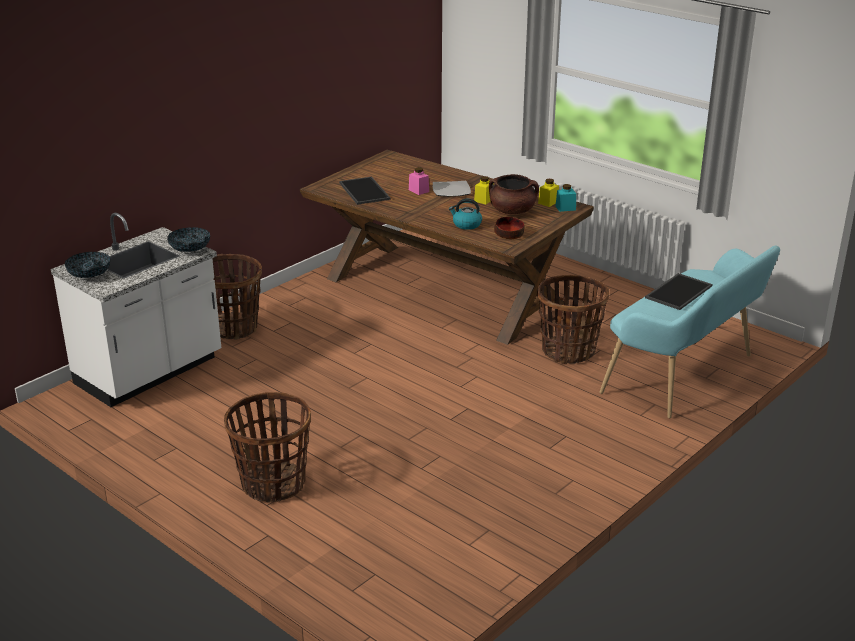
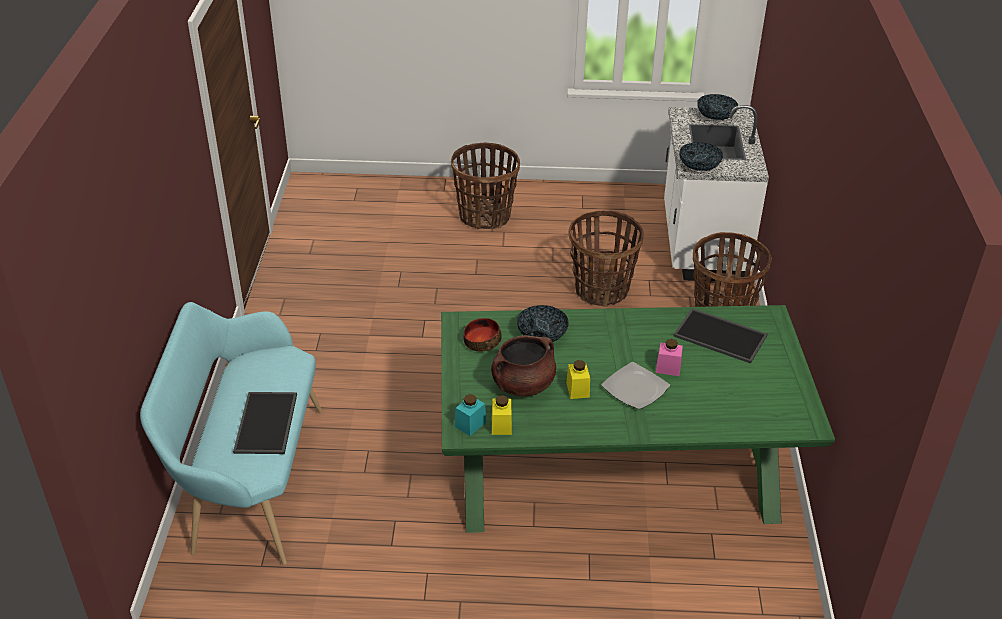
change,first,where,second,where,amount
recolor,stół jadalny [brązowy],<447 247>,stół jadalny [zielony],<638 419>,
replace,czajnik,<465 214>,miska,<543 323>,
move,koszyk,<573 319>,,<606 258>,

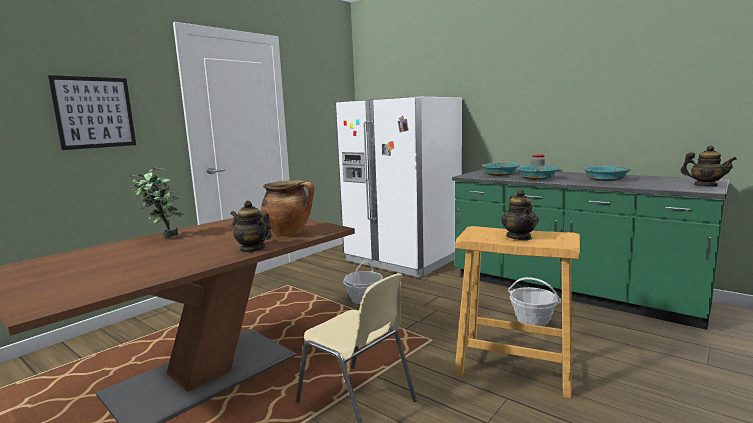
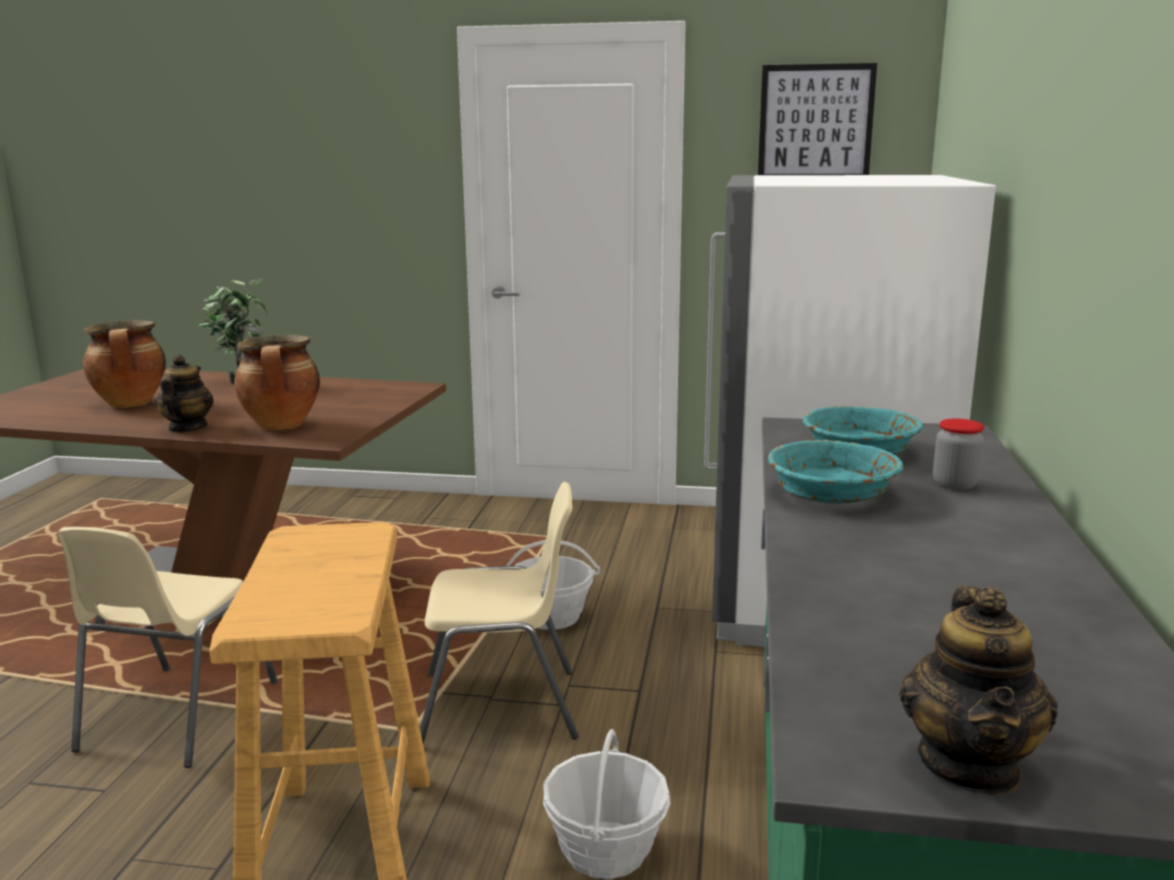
change,first,where,second,where,amount
insert,,,garnek,<124 364>,
insert,,,krzesło [beżowy],<499 613>,
move,obraz,<92 112>,,<817 119>,
delete,imbryk,<520 214>,,,
delete,miska [turkusowy],<607 173>,,,

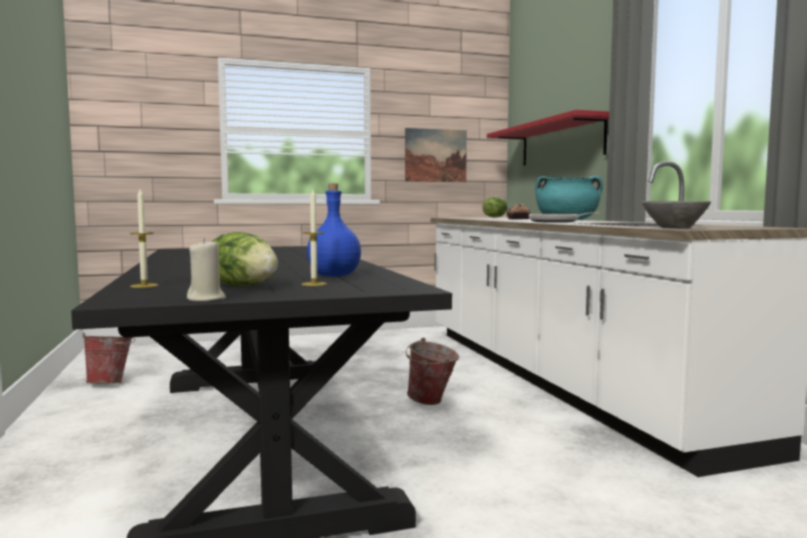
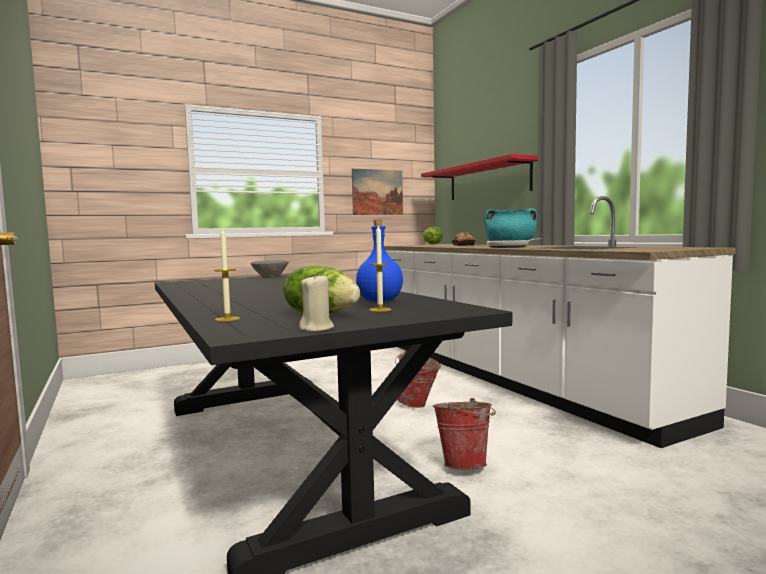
change,first,where,second,where,amount
move,miska [szary],<676 215>,,<270 269>,
move,wiadro,<109 358>,,<464 434>,

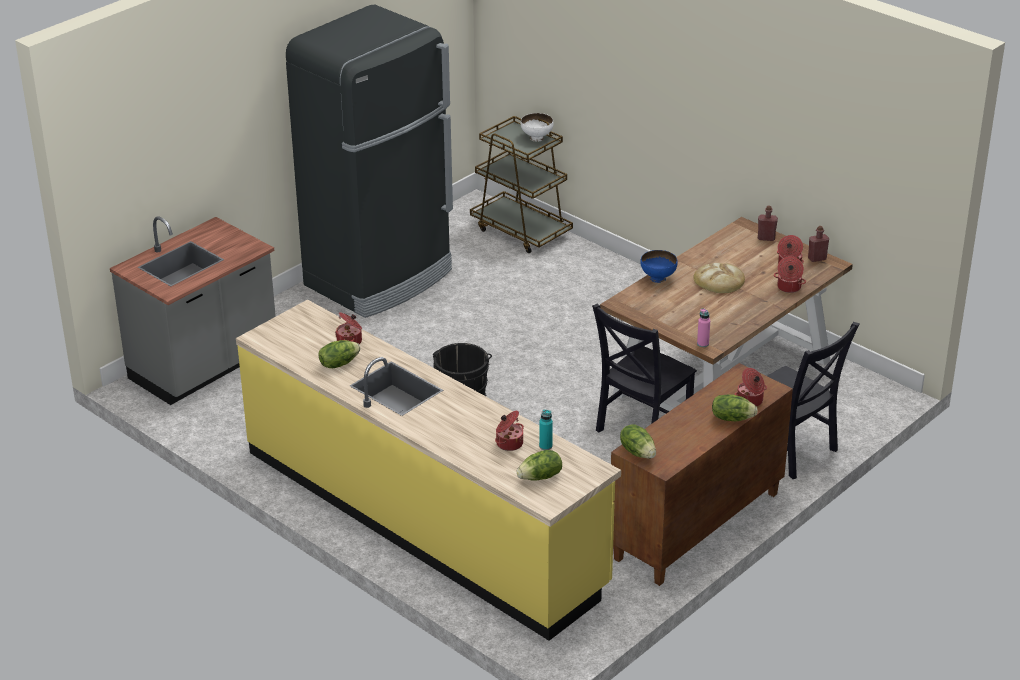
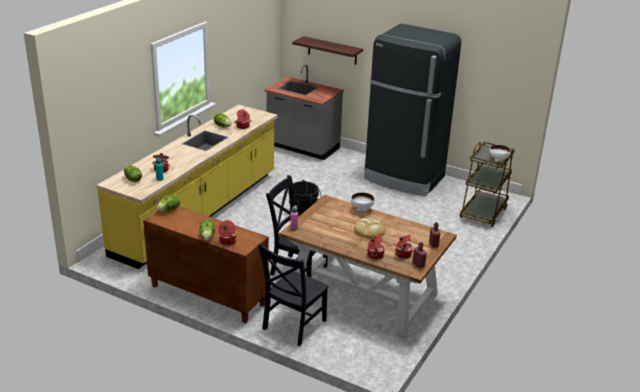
change,first,where,second,where,amount
insert,,,półka,<327 50>,
recolor,miska [niebieski],<659 266>,miska [biały],<363 202>,

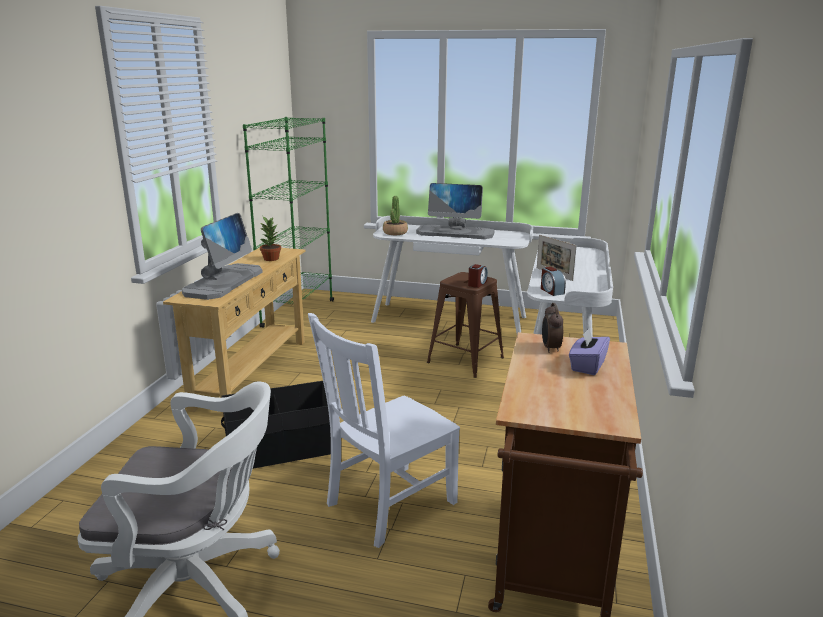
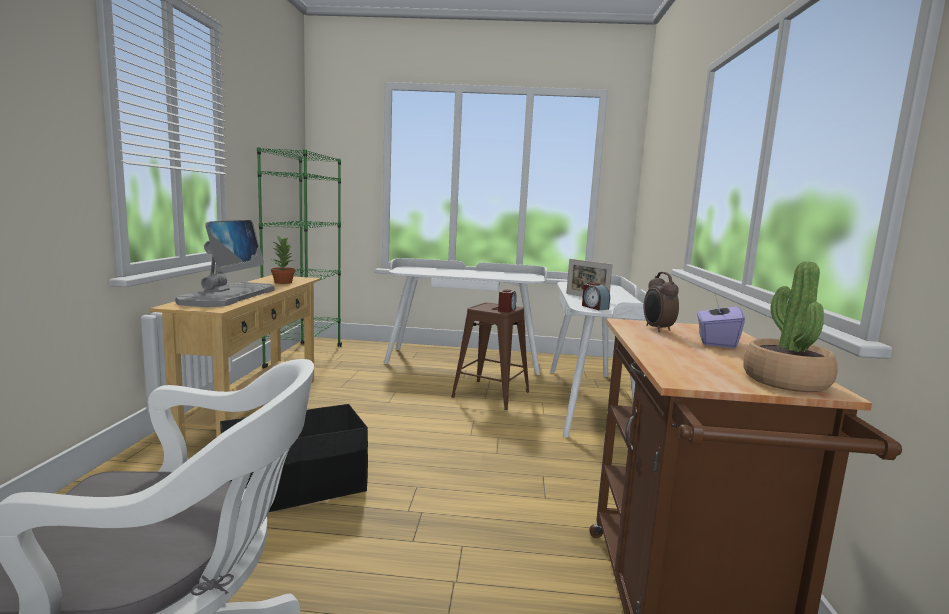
change,first,where,second,where,amount
move,roślina doniczkowa,<395 215>,,<791 326>,
delete,krzesło [biały],<384 430>,,,
delete,monitor,<455 211>,,,

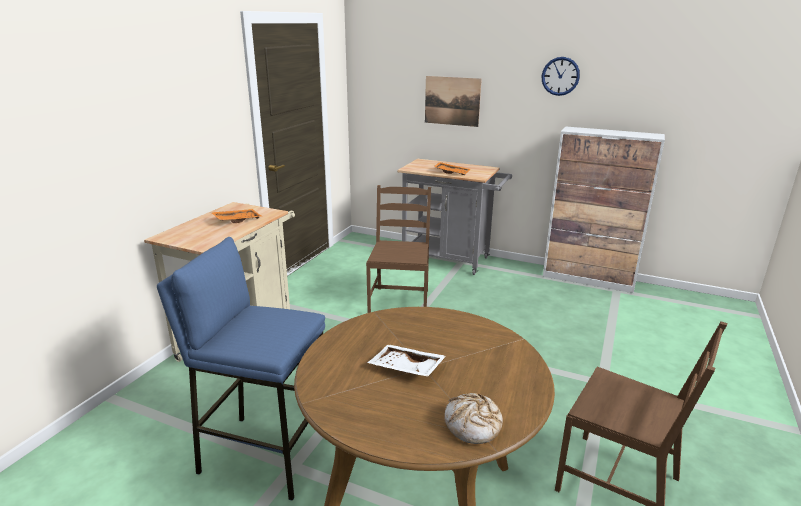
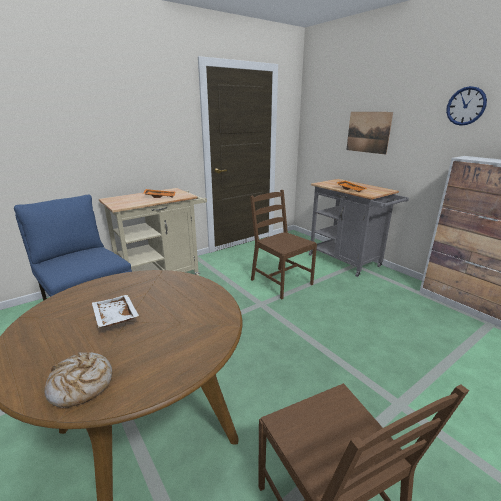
change,first,where,second,where,amount
rotate,krzesło [brązowy],<398 249>,,<283 244>,75 degrees counterclockwise

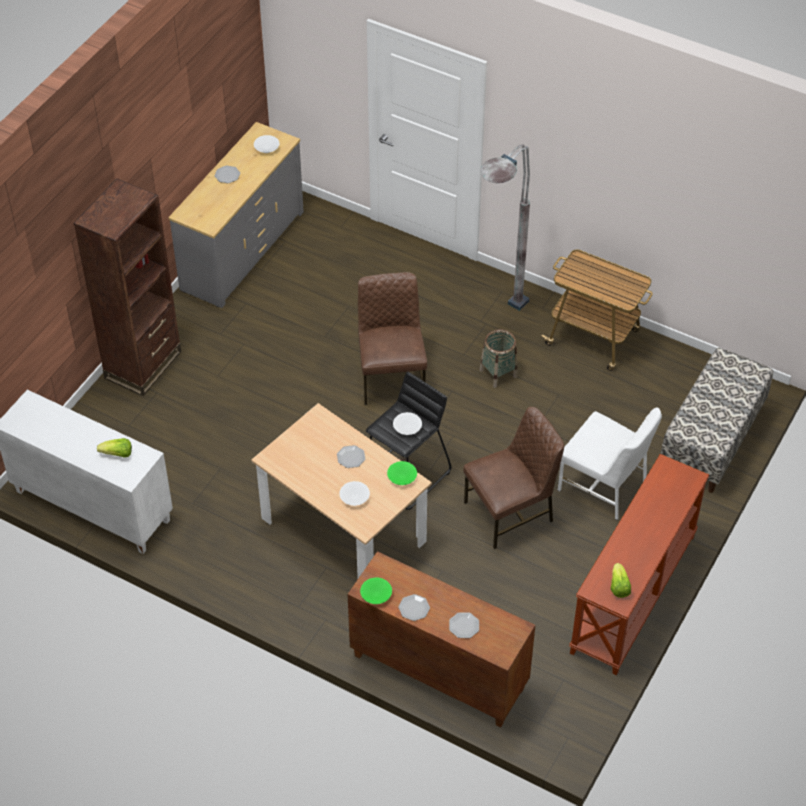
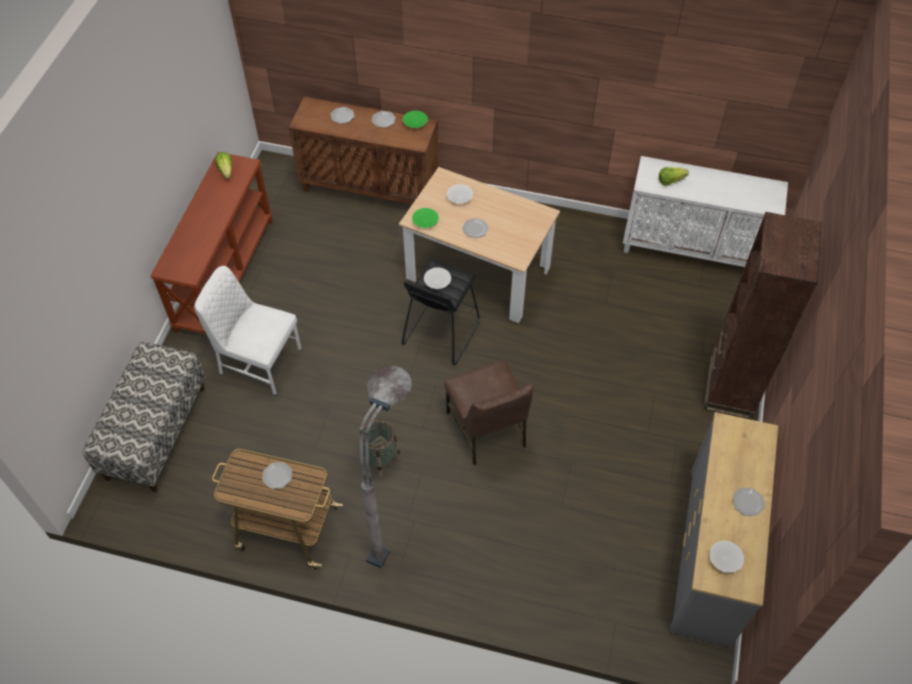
change,first,where,second,where,amount
insert,,,talerz,<277 475>,
delete,krzesło [brązowy],<513 478>,,,

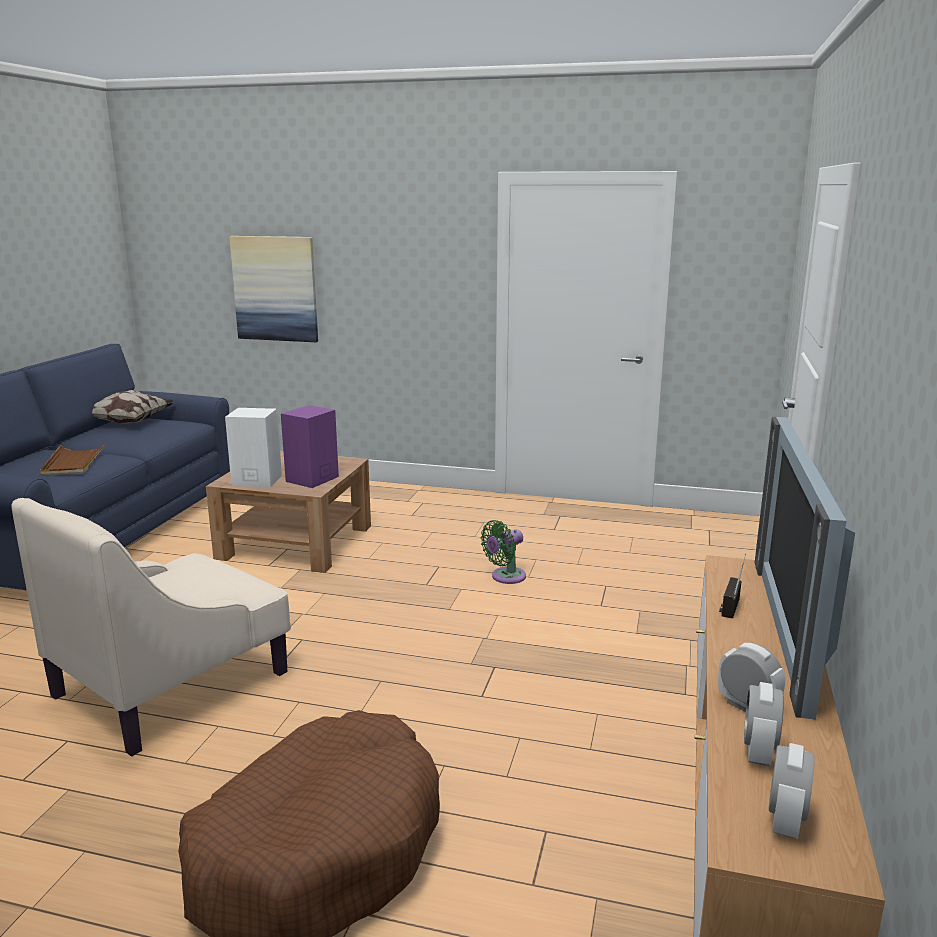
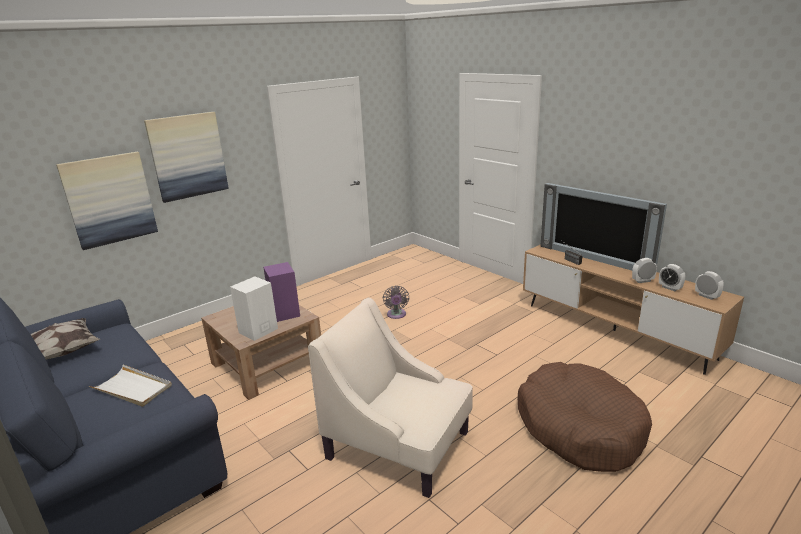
change,first,where,second,where,amount
recolor,taca [brązowy],<73 459>,taca [biały],<130 386>,
insert,,,obraz,<186 157>,
rotate,fotel [beżowy],<151 627>,,<390 398>,135 degrees clockwise
recolor,wentylator [zielony],<503 552>,wentylator [szary],<396 302>,

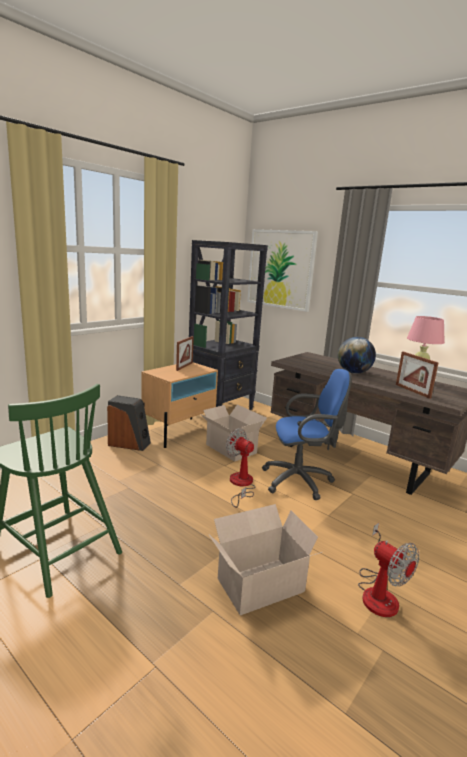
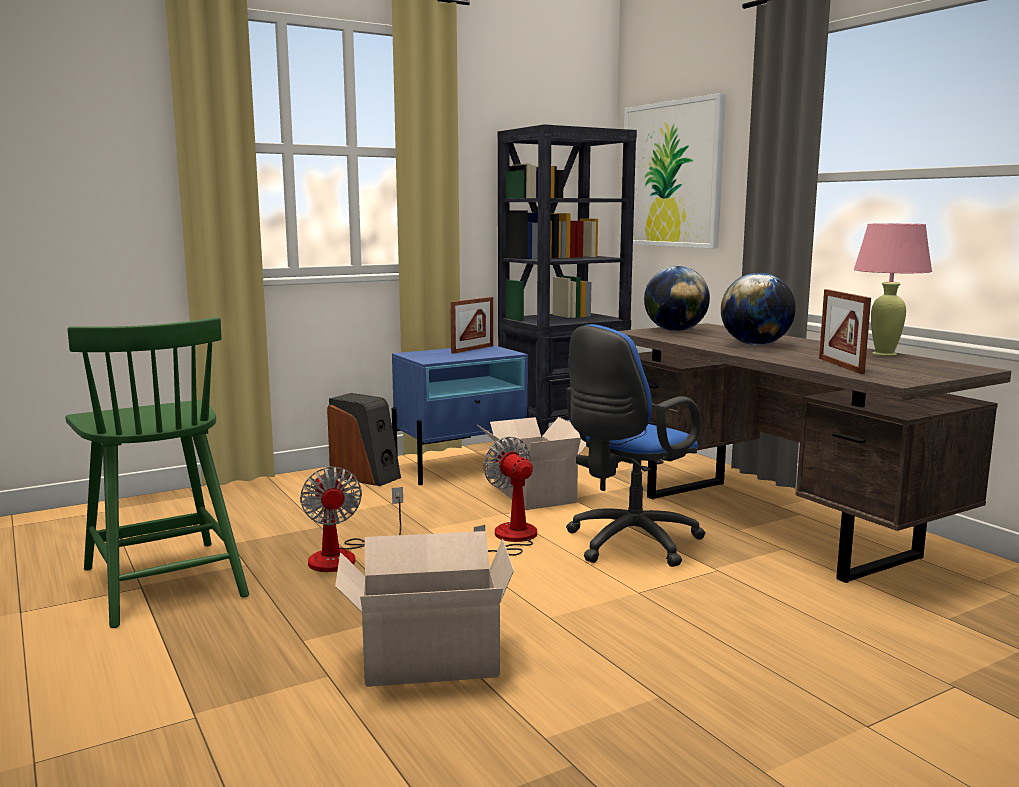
change,first,where,second,where,amount
move,wentylator,<388 570>,,<351 519>,
recolor,szafka nocna [beżowy],<180 405>,szafka nocna [niebieski],<460 415>,
rotate,krzesło biurowe [niebieski],<307 434>,,<636 445>,120 degrees clockwise
insert,,,globus,<677 298>,

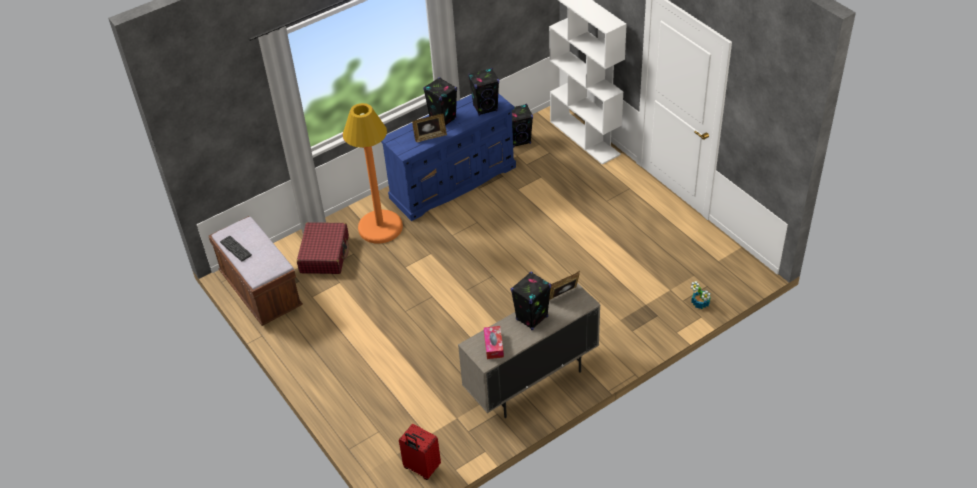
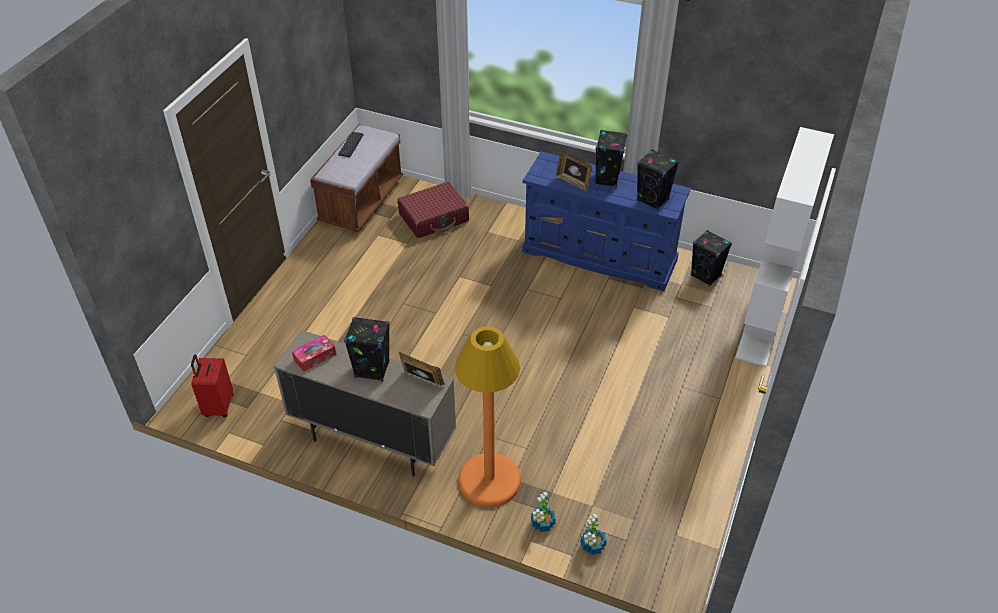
change,first,where,second,where,amount
move,lampa stojąca [pomarańczowy],<373 173>,,<488 417>,
insert,,,roślina doniczkowa,<543 512>,

